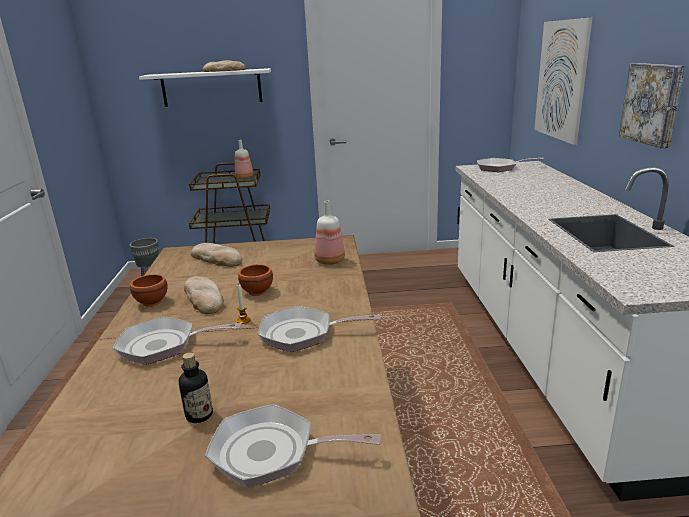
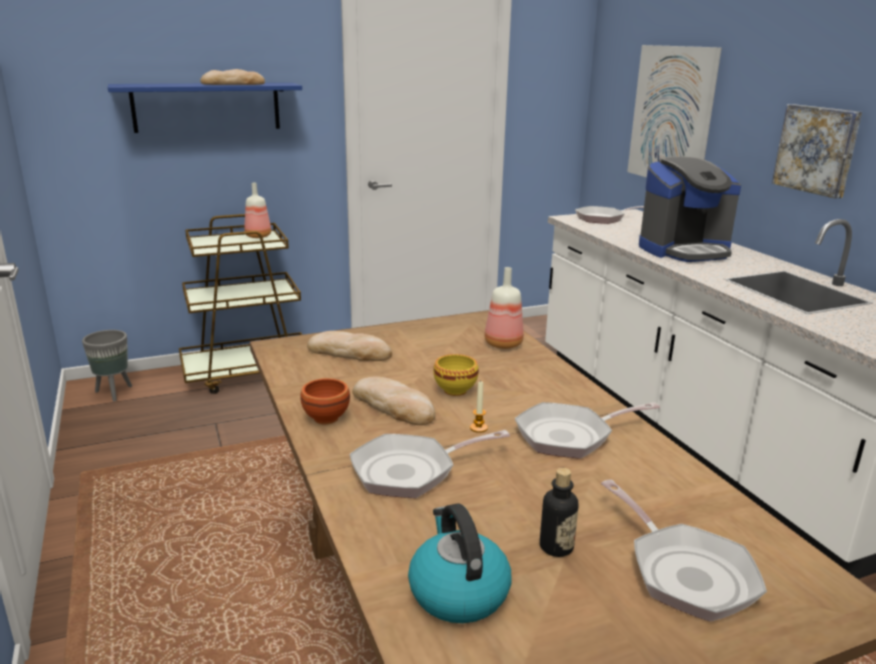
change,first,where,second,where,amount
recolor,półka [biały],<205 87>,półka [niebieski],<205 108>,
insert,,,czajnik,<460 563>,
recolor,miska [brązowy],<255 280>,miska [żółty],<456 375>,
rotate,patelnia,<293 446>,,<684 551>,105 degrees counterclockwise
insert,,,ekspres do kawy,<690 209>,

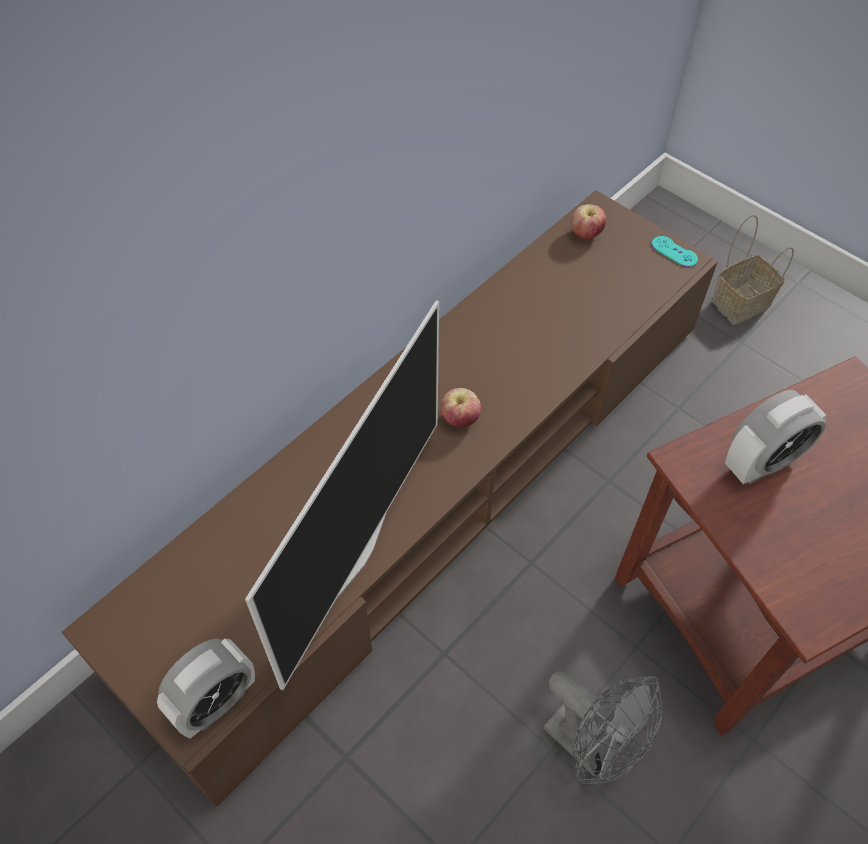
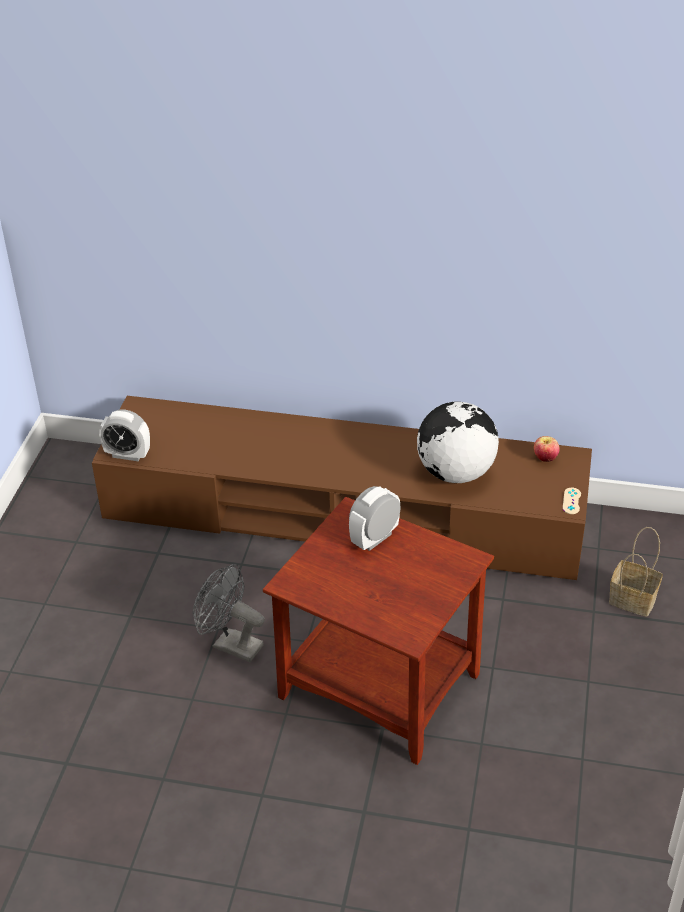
change,first,where,second,where,amount
rotate,wentylator [szary],<603 728>,,<229 613>,105 degrees clockwise
rotate,budzik,<775 437>,,<375 518>,105 degrees clockwise
insert,,,globus,<458 442>,
recolor,pad do gier [turkusowy],<675 251>,pad do gier [beżowy],<572 501>,
delete,telewizor,<342 495>,,,
delete,jabłko,<461 407>,,,

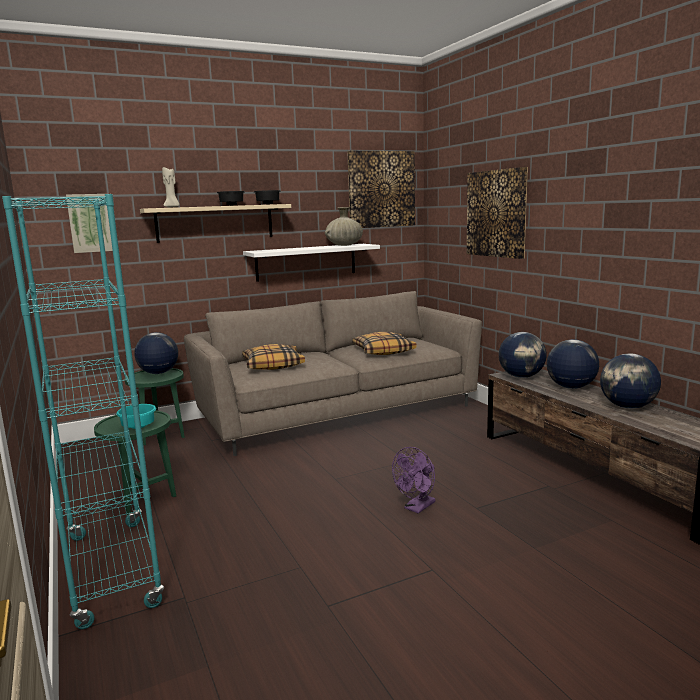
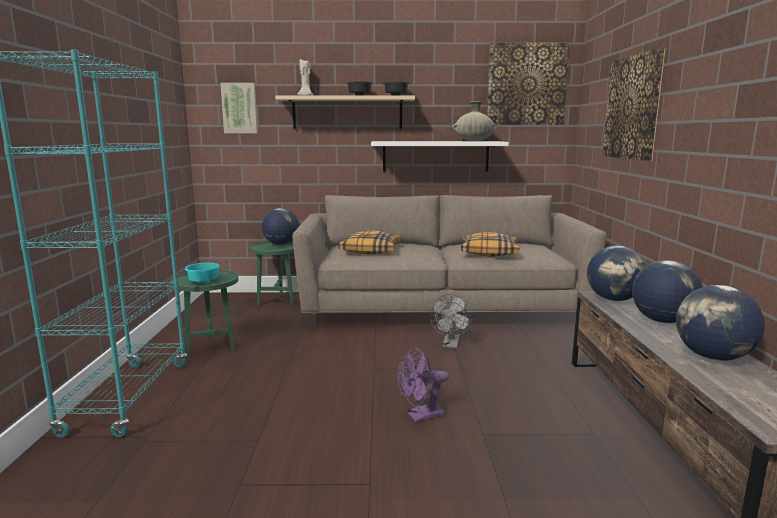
change,first,where,second,where,amount
insert,,,wentylator [szary],<451 321>,

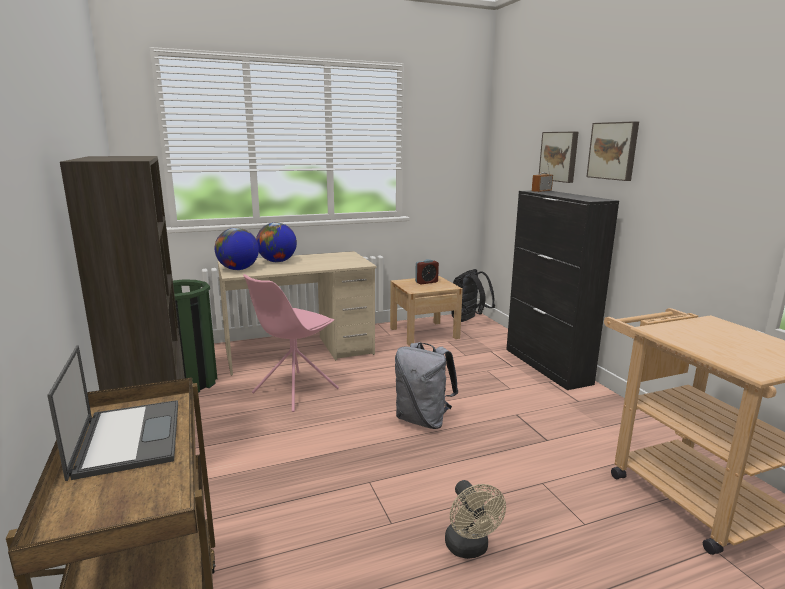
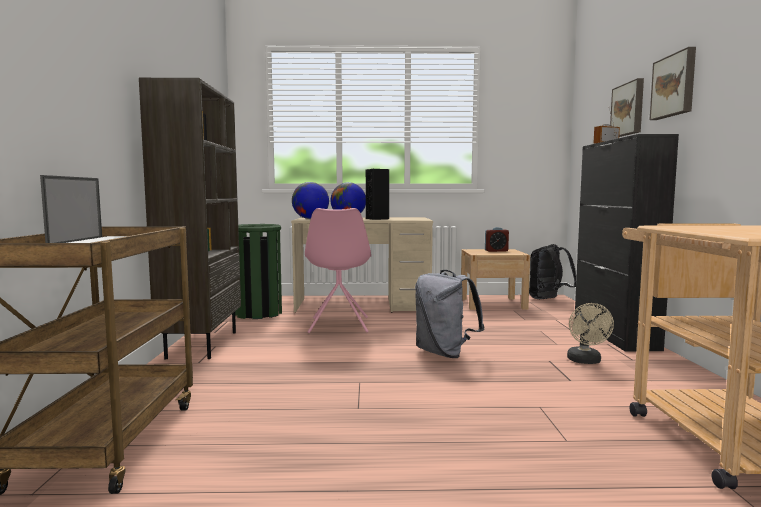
change,first,where,second,where,amount
rotate,krzesło [różowy],<291 343>,,<338 270>,60 degrees counterclockwise
insert,,,głośnik [czarny],<377 194>,
move,wentylator [beżowy],<475 519>,,<590 333>,

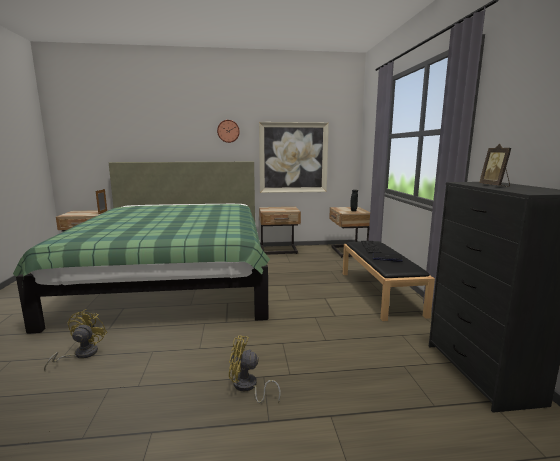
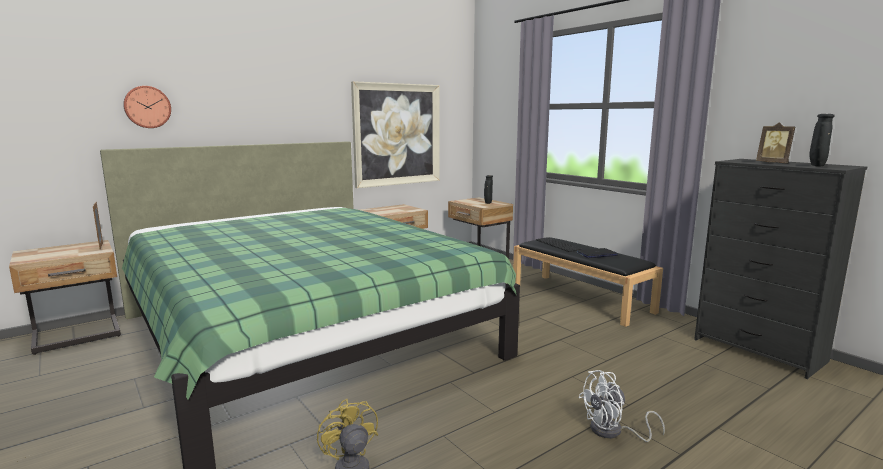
change,first,where,second,where,amount
move,zegar ścienny,<228 131>,,<147 107>,
recolor,wentylator [żółty],<255 369>,wentylator [biały],<621 406>,
insert,,,wazon [czarny],<822 140>,

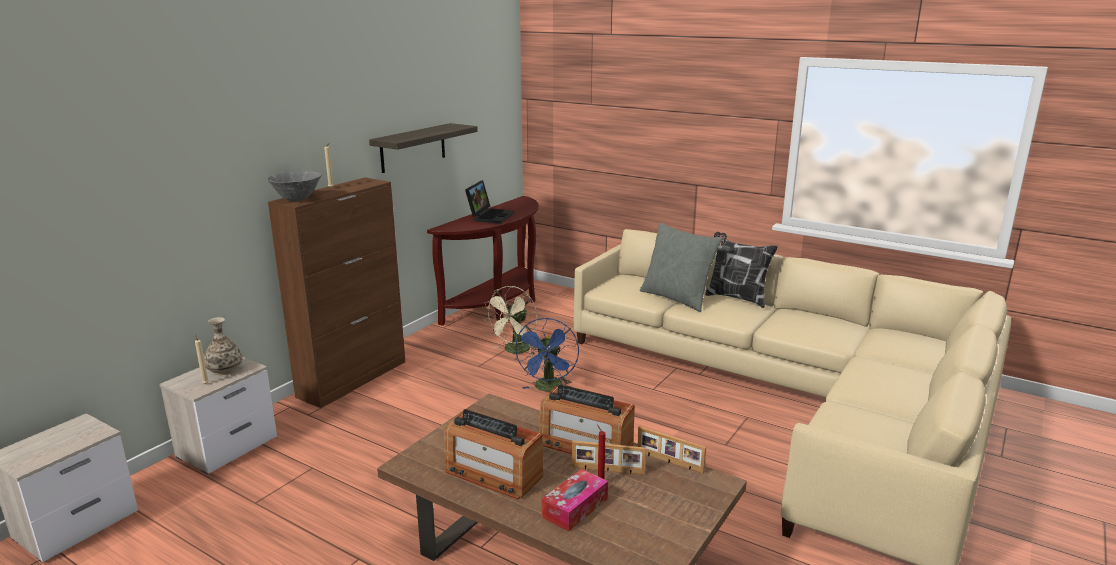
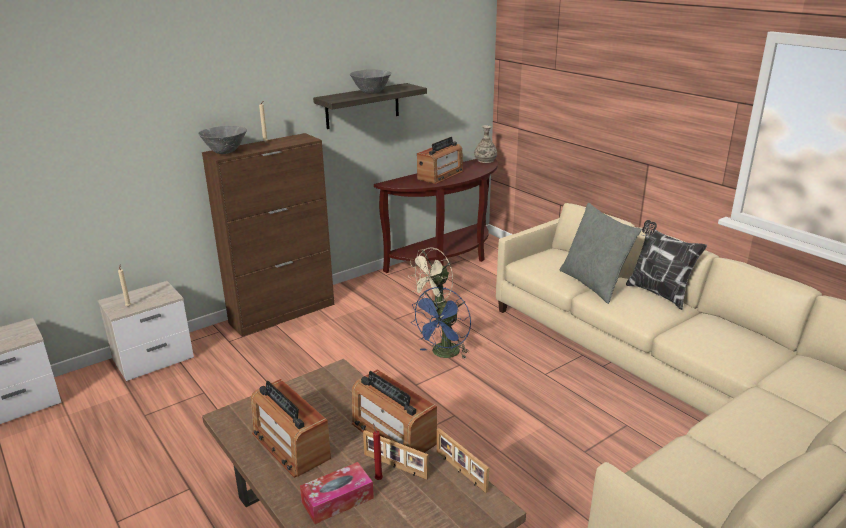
change,first,where,second,where,amount
insert,,,miska [szary],<371 81>,
replace,laptop,<489 202>,radio,<440 160>,
move,wazon,<223 346>,,<485 144>,

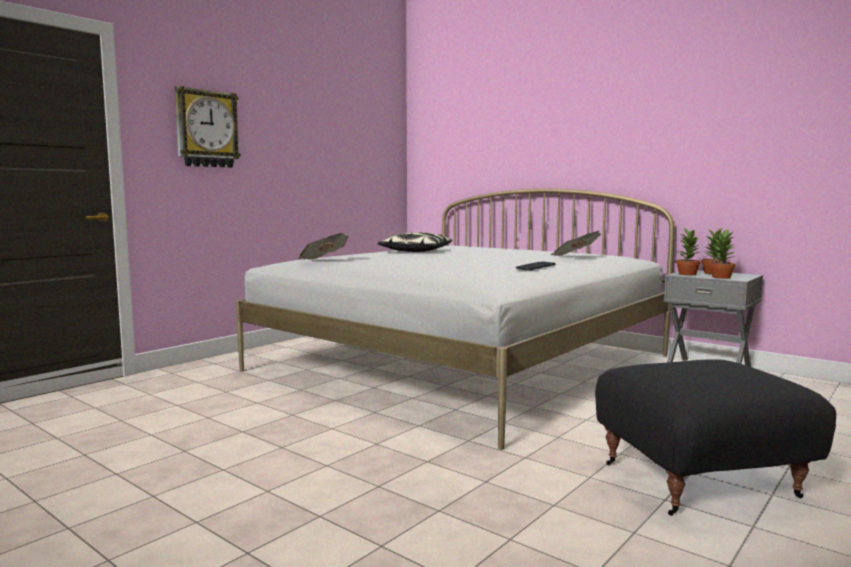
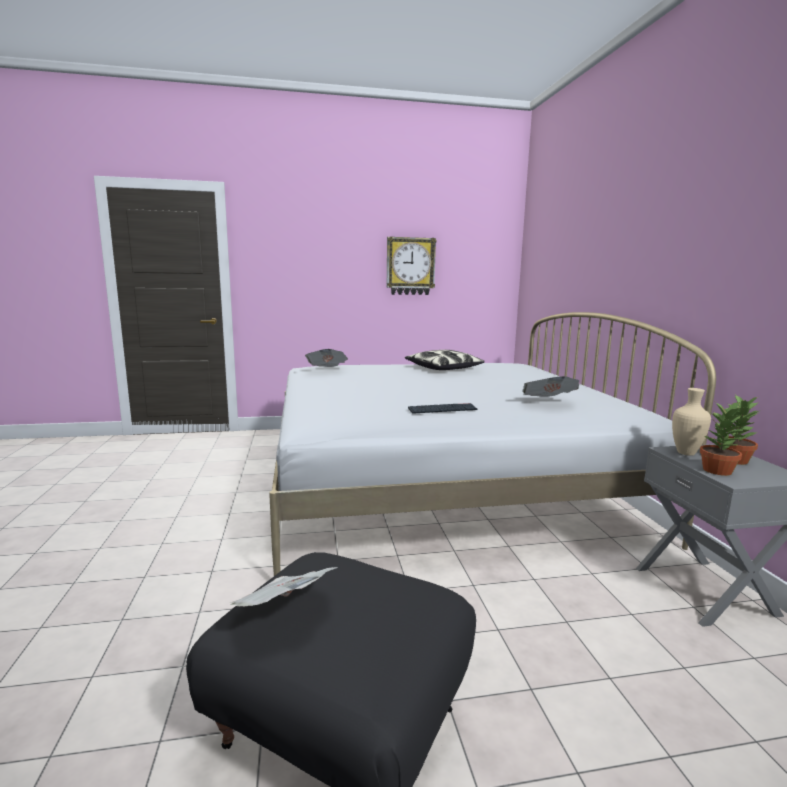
change,first,where,second,where,amount
insert,,,gazeta,<284 587>,
move,zegar ścienny,<207 127>,,<412 265>,
replace,roślina doniczkowa,<688 251>,wazon [beżowy],<691 422>,

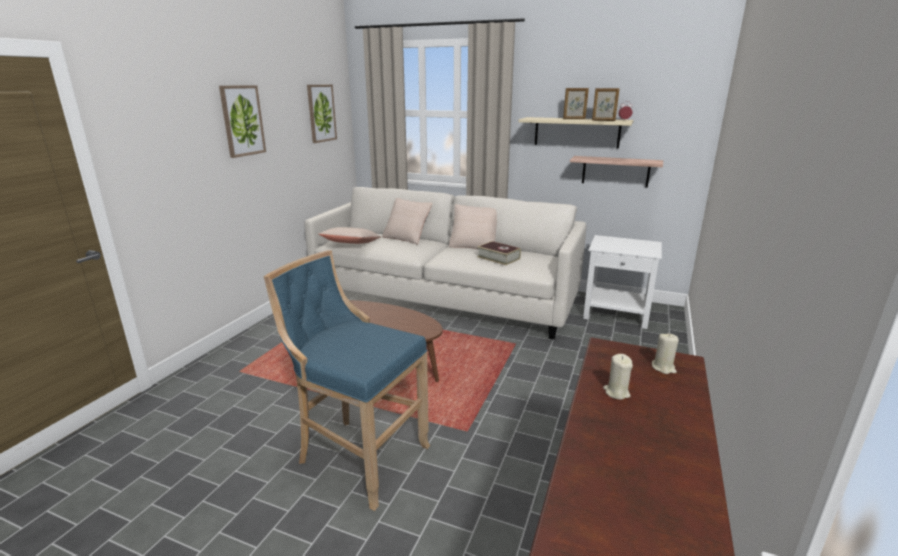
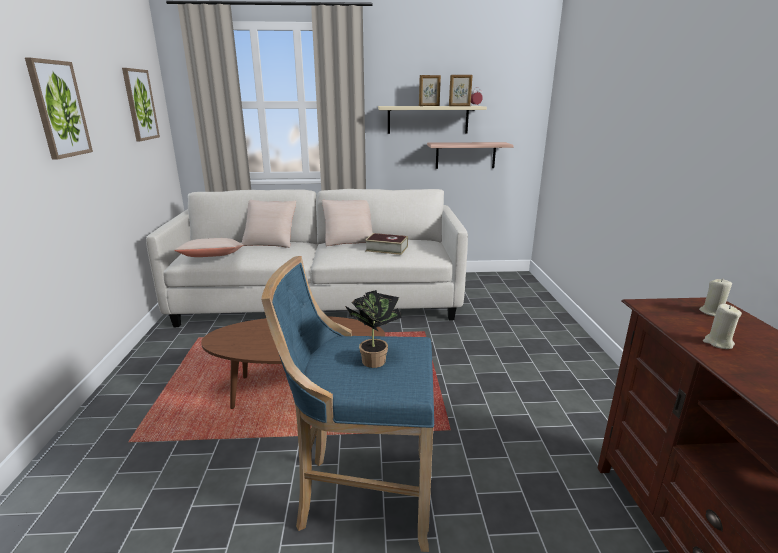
change,first,where,second,where,amount
insert,,,roślina doniczkowa,<373 329>,
delete,stolik [biały],<622 282>,,,

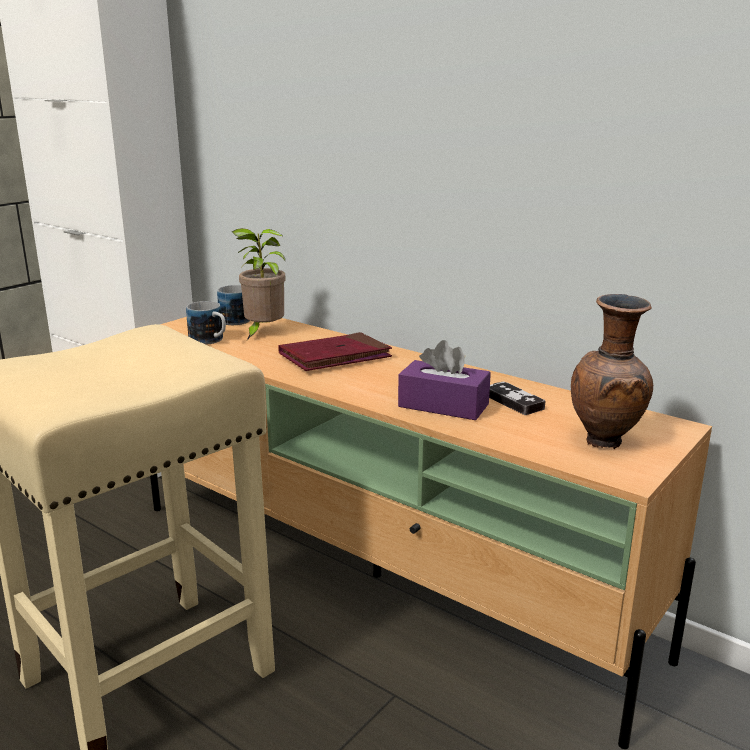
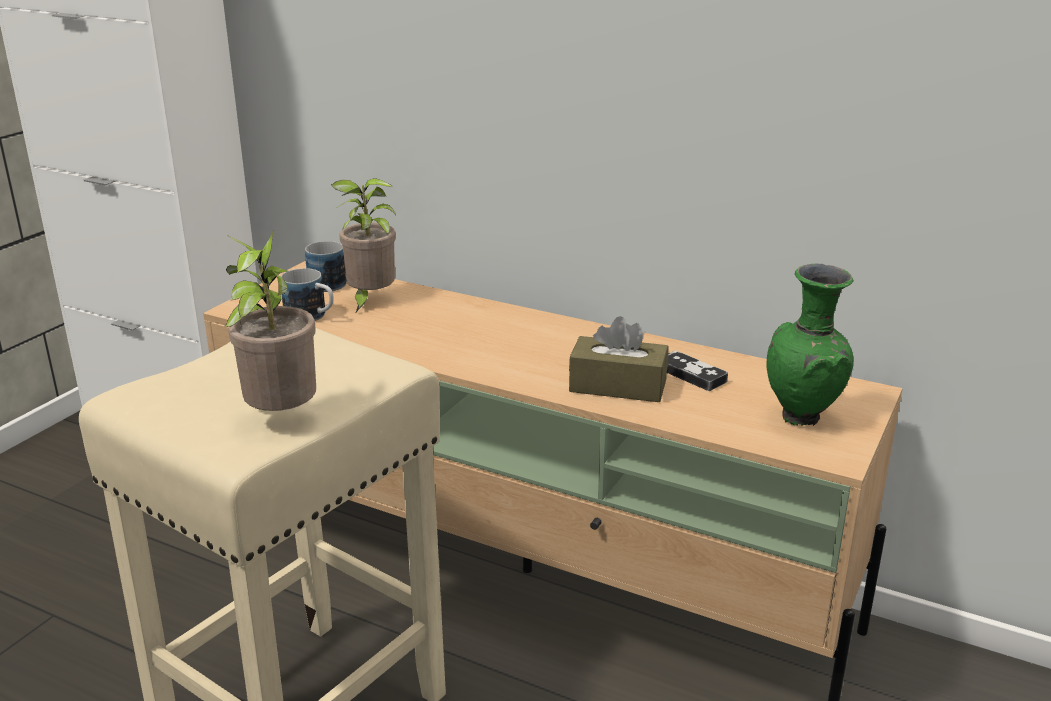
change,first,where,second,where,amount
insert,,,roślina doniczkowa,<270 321>,
recolor,pudełko chusteczek [fioletowy],<444 380>,pudełko chusteczek [brązowy],<619 359>,
recolor,wazon [brązowy],<612 371>,wazon [zielony],<810 345>,
delete,książka [czerwony],<335 351>,,,

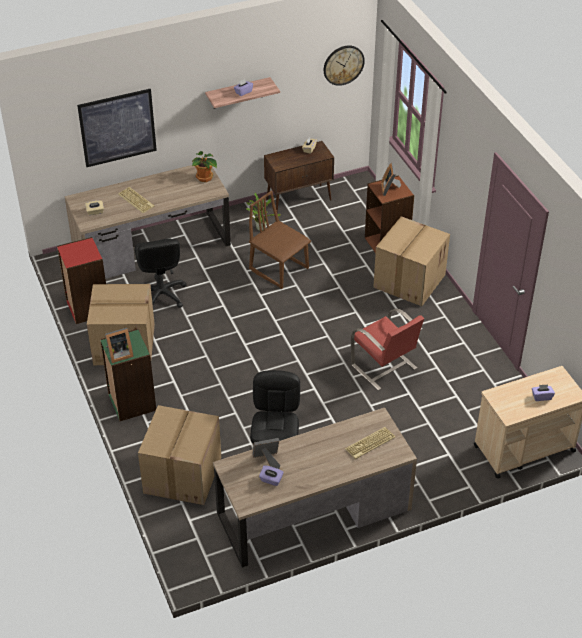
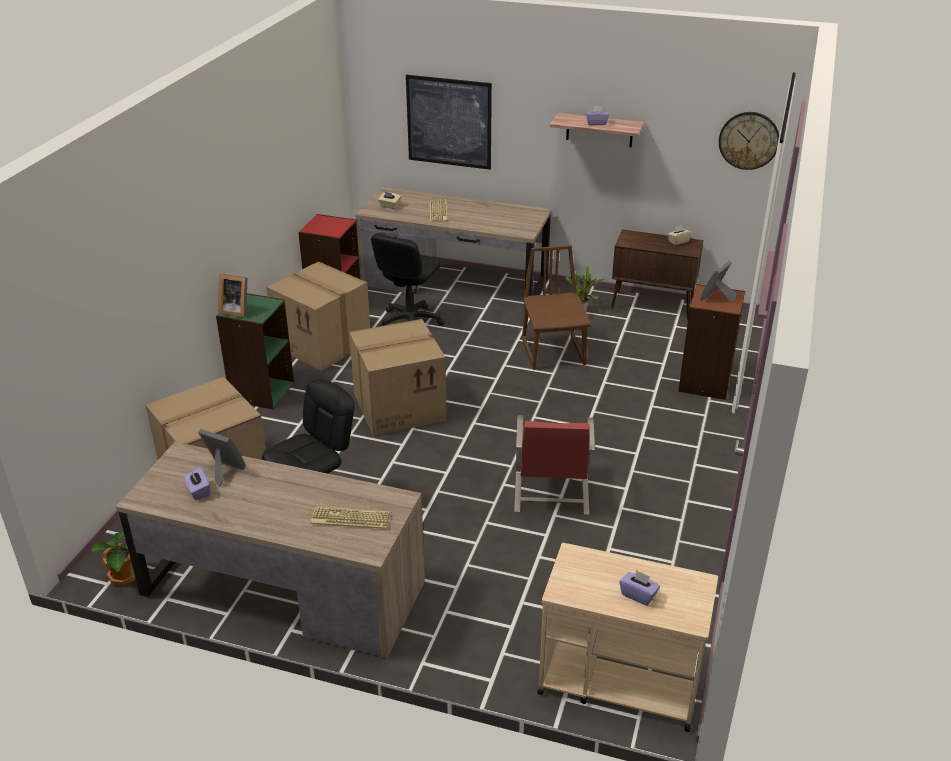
change,first,where,second,where,amount
move,roślina doniczkowa,<204 166>,,<113 559>,
move,karton,<411 261>,,<398 377>,

